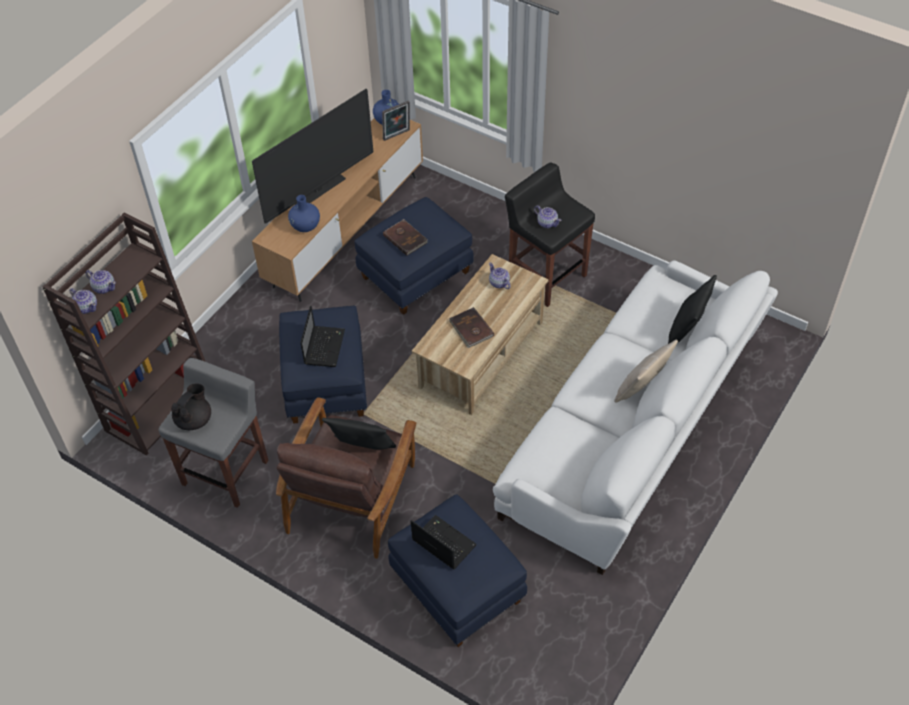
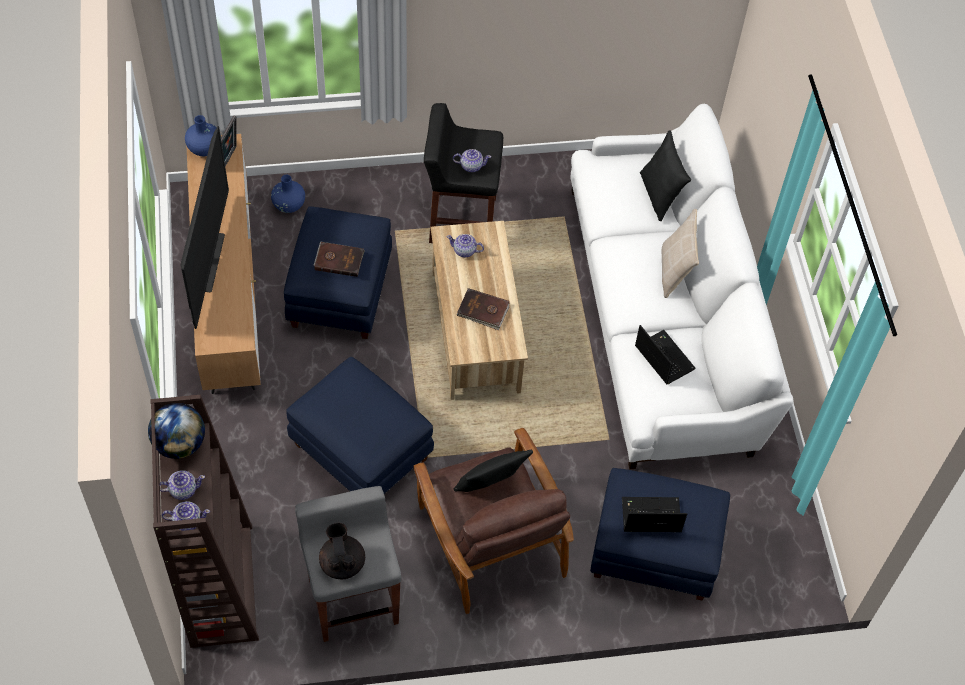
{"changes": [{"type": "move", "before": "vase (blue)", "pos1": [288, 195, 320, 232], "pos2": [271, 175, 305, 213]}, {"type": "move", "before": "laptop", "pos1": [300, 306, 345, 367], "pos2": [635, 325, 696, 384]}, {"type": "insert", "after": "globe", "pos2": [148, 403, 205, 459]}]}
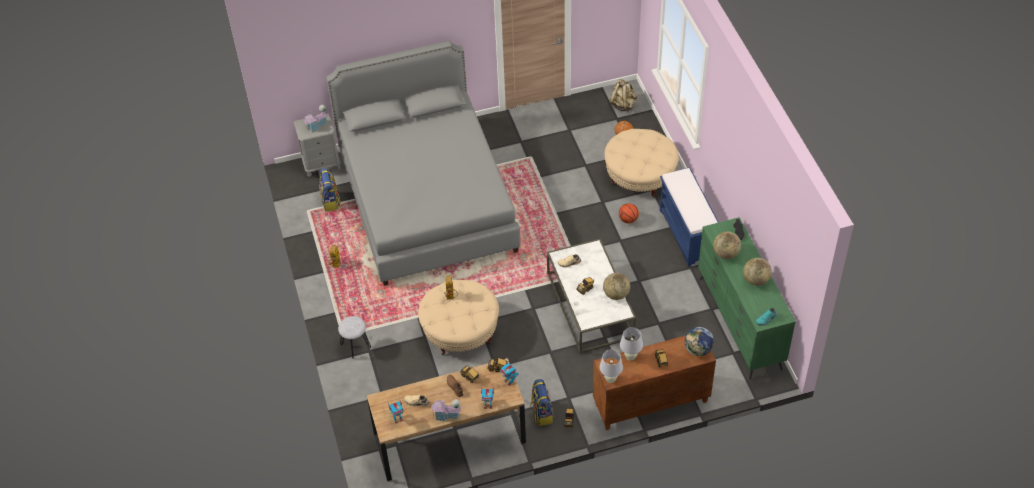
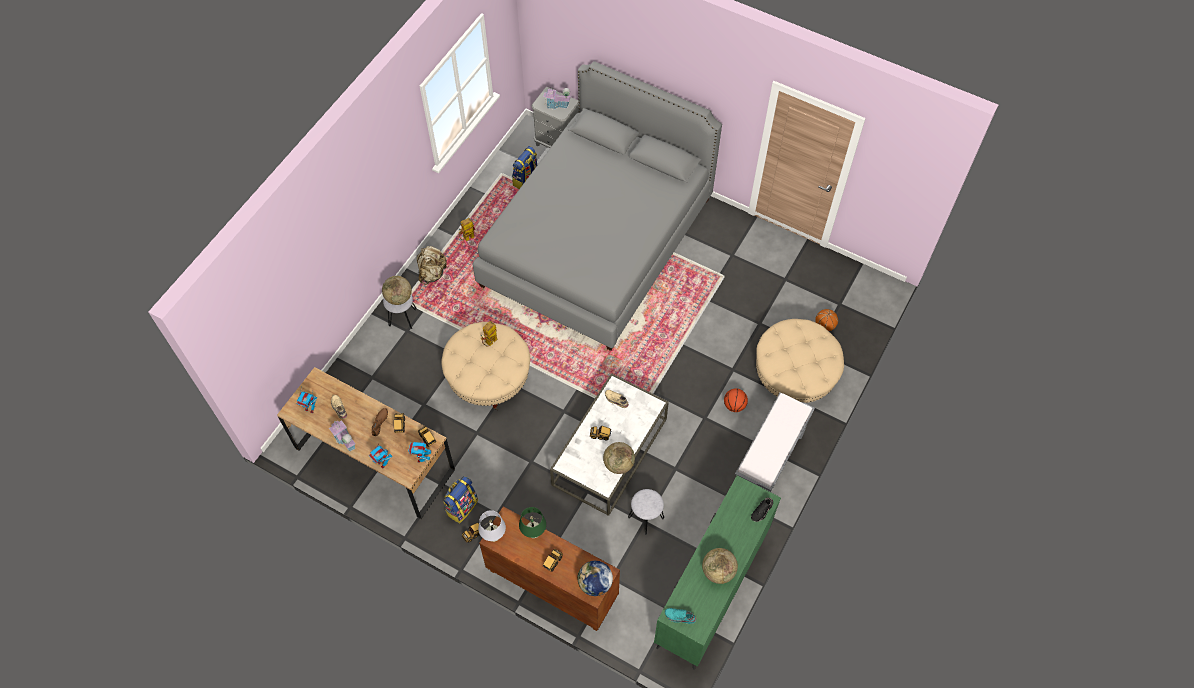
{"changes": [{"type": "move", "before": "backpack (beige)", "pos1": [609, 79, 637, 112], "pos2": [417, 246, 447, 285]}, {"type": "recolor", "before": "table lamp (white)", "after": "table lamp (green)", "pos1": [620, 327, 643, 361], "pos2": [519, 507, 546, 538]}, {"type": "recolor", "before": "bench (blue)", "after": "bench (grey)", "pos1": [660, 167, 719, 267], "pos2": [735, 392, 815, 492]}, {"type": "move", "before": "globe", "pos1": [713, 231, 741, 259], "pos2": [382, 276, 412, 305]}, {"type": "insert", "after": "stool (grey)", "pos2": [628, 489, 664, 535]}]}
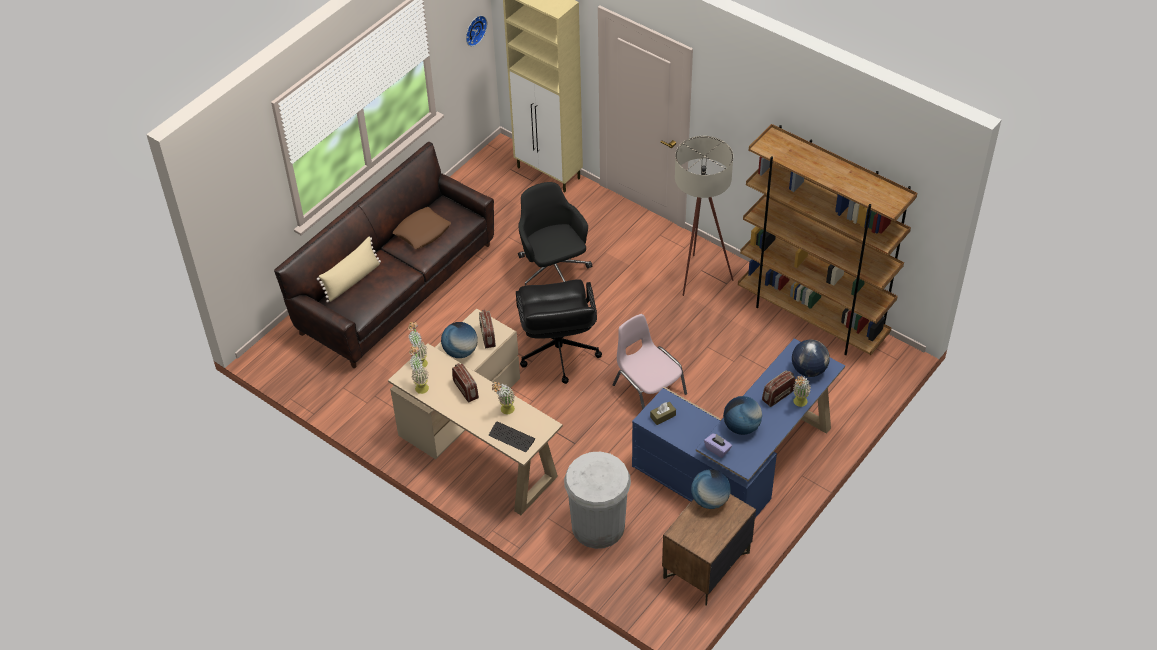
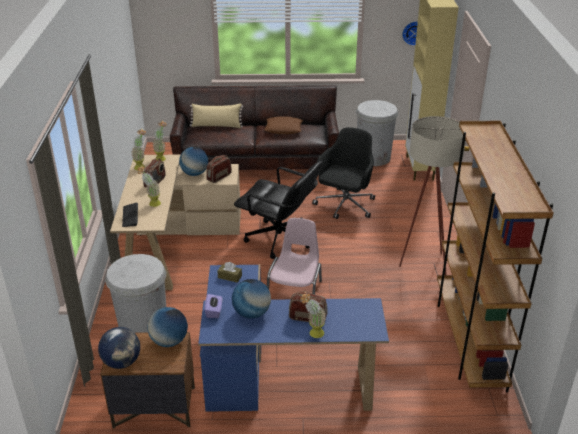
{"changes": [{"type": "rotate", "before": "office chair (black)", "pos1": [516, 280, 602, 384], "pos2": [234, 161, 323, 259], "turn": -105}, {"type": "move", "before": "globe", "pos1": [792, 339, 830, 377], "pos2": [98, 327, 140, 369]}, {"type": "insert", "after": "trash can (white)", "pos2": [356, 100, 398, 166]}]}
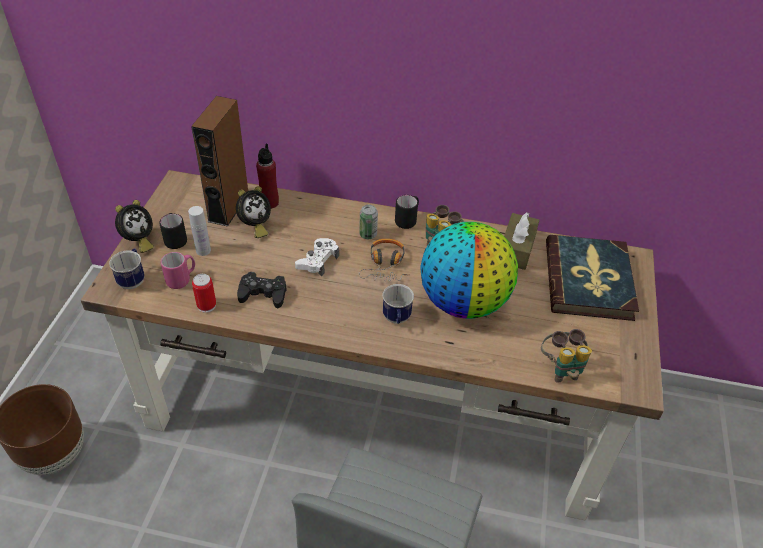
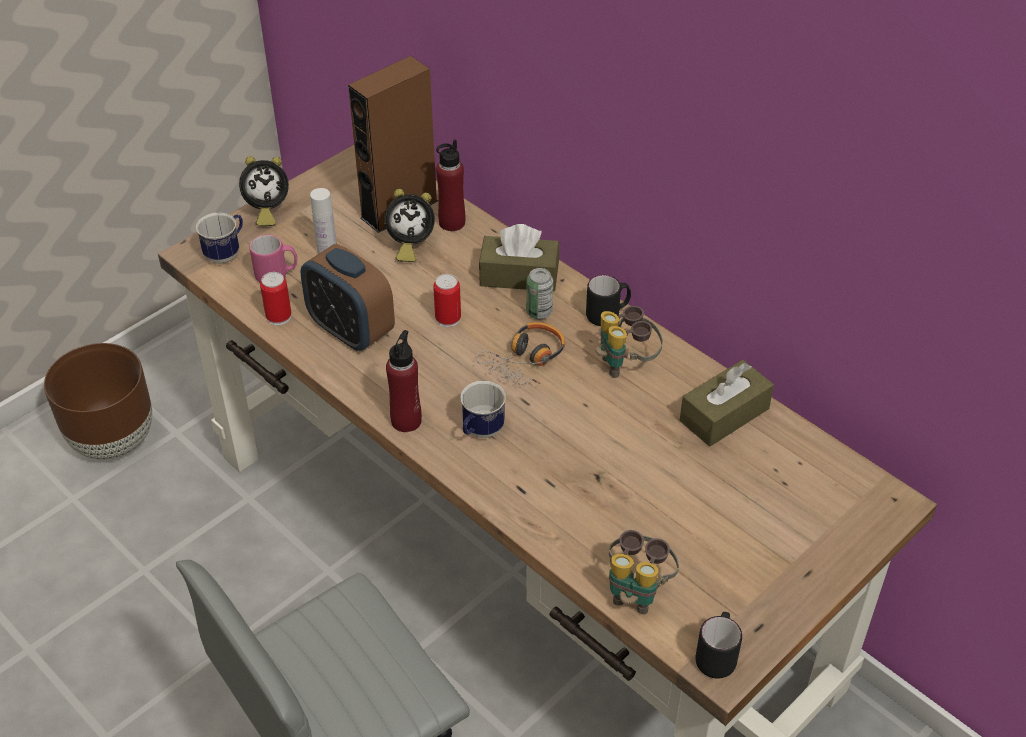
{"changes": [{"type": "move", "before": "mug (black)", "pos1": [159, 213, 187, 249], "pos2": [695, 612, 742, 678]}, {"type": "replace", "before": "game controller (black)", "after": "alarm clock", "pos1": [237, 272, 287, 308], "pos2": [301, 244, 395, 351]}, {"type": "replace", "before": "game controller (white)", "after": "can", "pos1": [295, 238, 339, 276], "pos2": [433, 274, 461, 327]}, {"type": "delete", "before": "globe", "pos1": [420, 222, 518, 319]}, {"type": "delete", "before": "book", "pos1": [546, 235, 639, 321]}, {"type": "insert", "after": "bottle (red)", "pos2": [386, 330, 422, 432]}, {"type": "insert", "after": "tissue box (brown)", "pos2": [479, 224, 560, 292]}]}
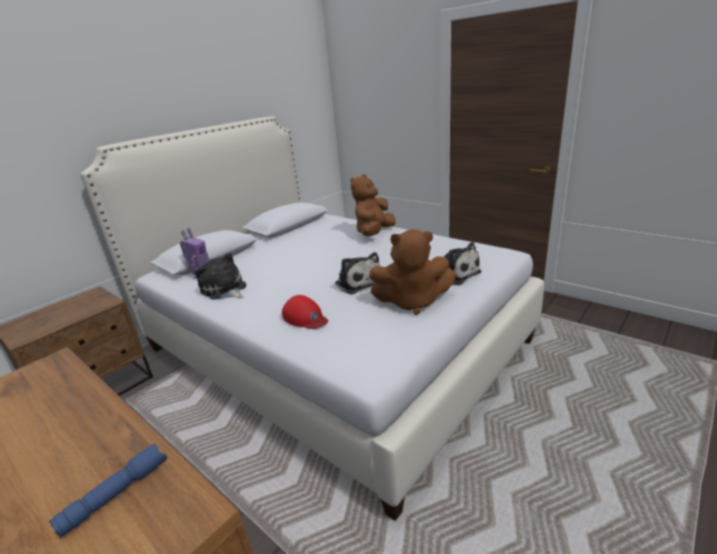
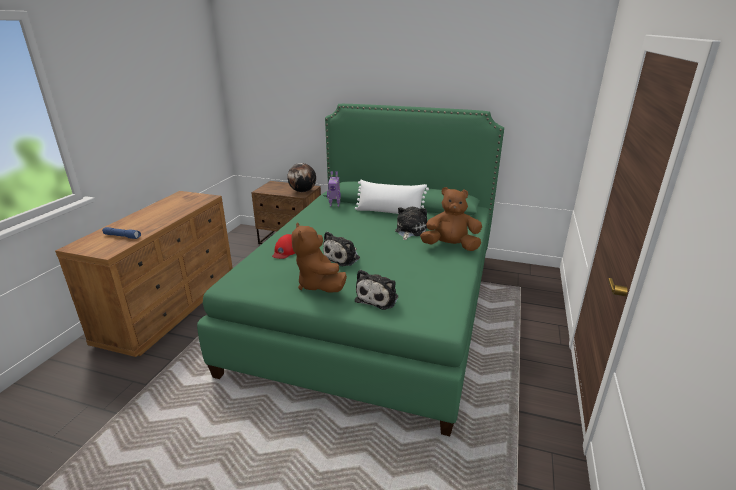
{"changes": [{"type": "recolor", "before": "bed (white)", "after": "bed (green)", "pos1": [80, 116, 544, 521], "pos2": [197, 104, 504, 436]}, {"type": "move", "before": "plush toy", "pos1": [196, 253, 246, 300], "pos2": [395, 207, 427, 240]}, {"type": "insert", "after": "globe", "pos2": [287, 163, 316, 192]}, {"type": "insert", "after": "pillow (white)", "pos2": [355, 180, 429, 214]}]}
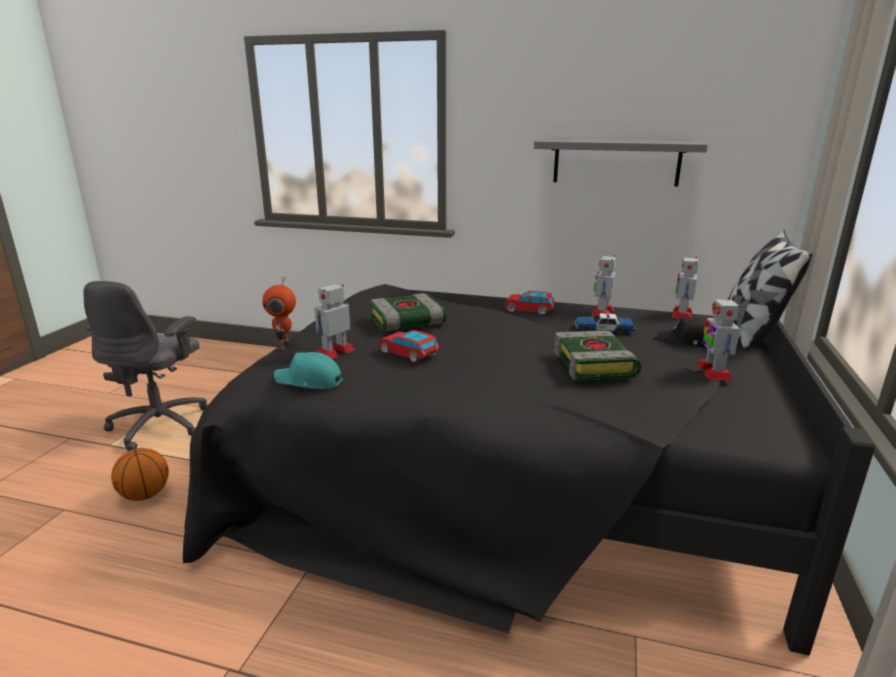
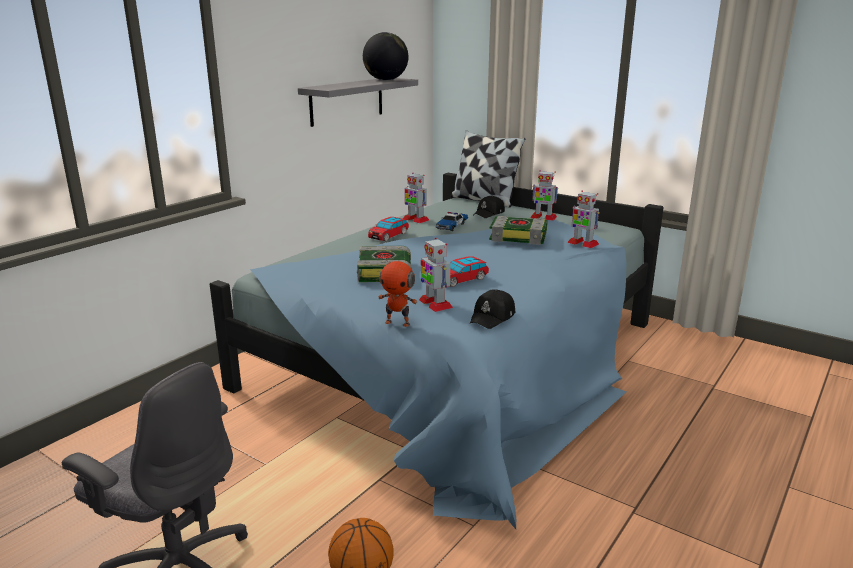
{"changes": [{"type": "recolor", "before": "bed (black)", "after": "bed (blue)", "pos1": [183, 284, 876, 655], "pos2": [210, 173, 664, 529]}, {"type": "recolor", "before": "cap (turquoise)", "after": "cap (black)", "pos1": [274, 352, 343, 389], "pos2": [470, 289, 515, 329]}, {"type": "move", "before": "toy robot", "pos1": [672, 257, 698, 319], "pos2": [567, 190, 600, 248]}, {"type": "insert", "after": "globe", "pos2": [363, 32, 408, 81]}]}
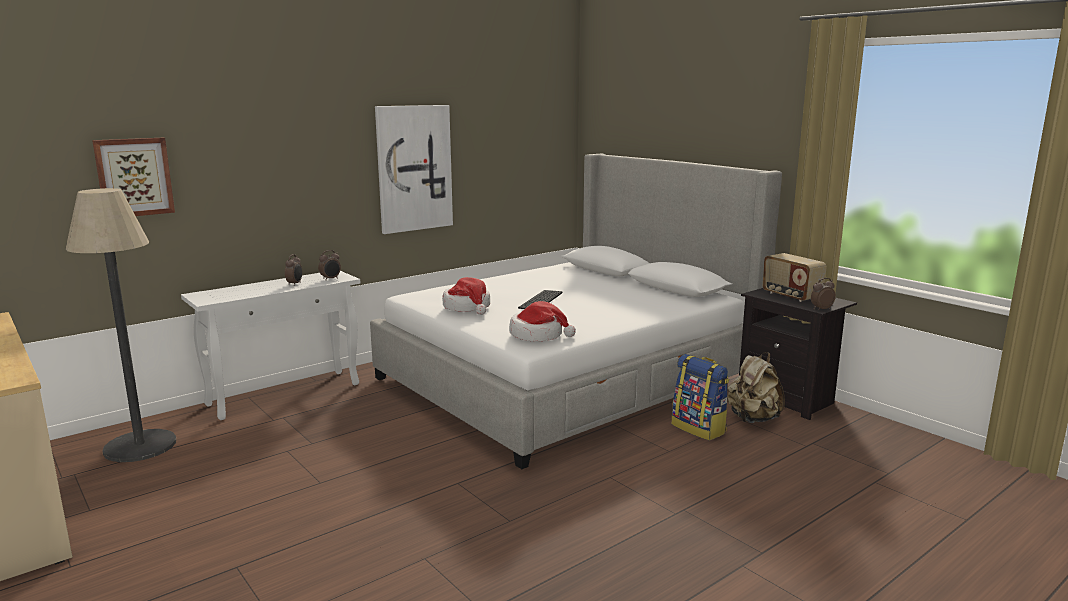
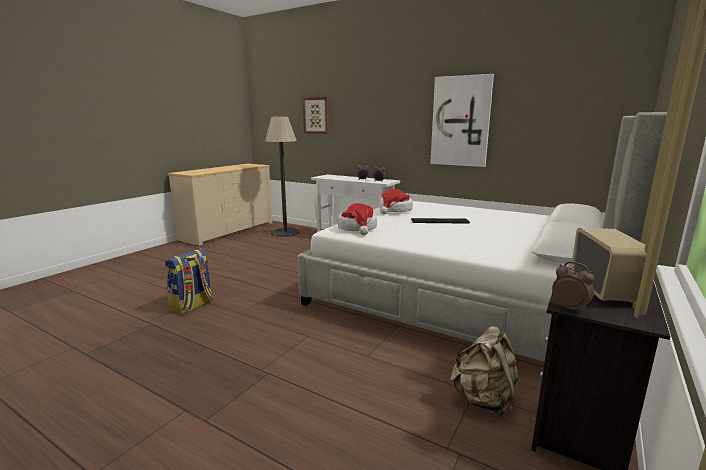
{"changes": [{"type": "move", "before": "backpack", "pos1": [672, 354, 729, 441], "pos2": [165, 249, 213, 314]}, {"type": "rotate", "before": "radio", "pos1": [763, 253, 827, 302], "pos2": [571, 228, 647, 302], "turn": 150}]}
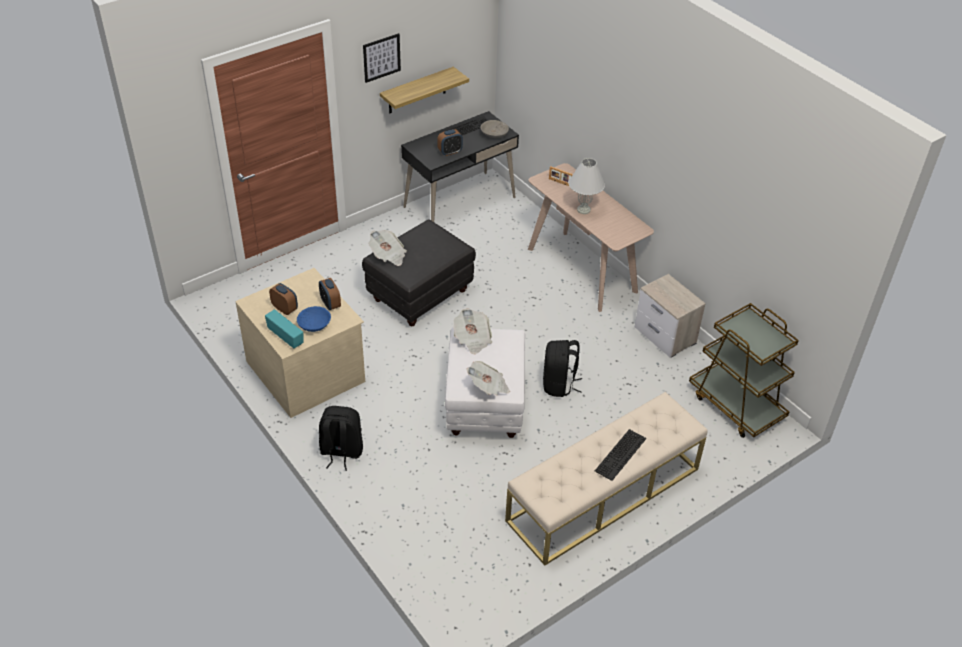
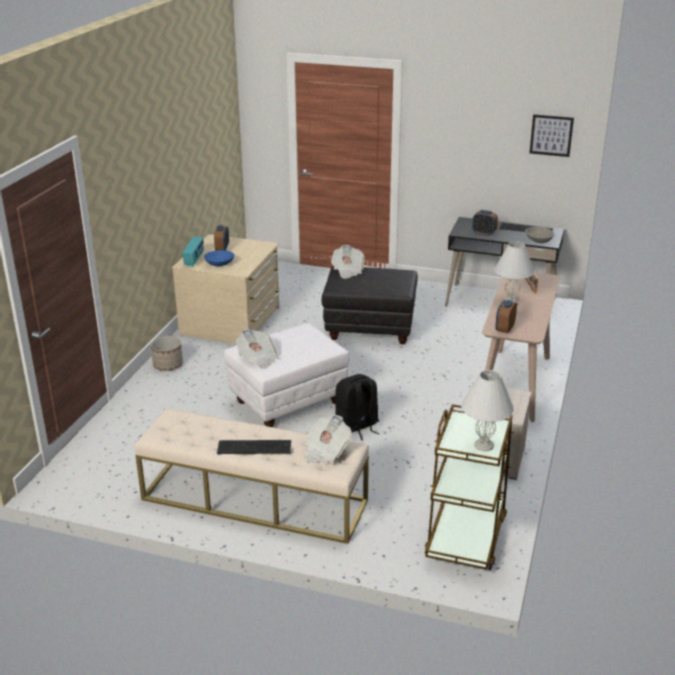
{"changes": [{"type": "move", "before": "alarm clock", "pos1": [319, 278, 341, 310], "pos2": [495, 300, 517, 333]}, {"type": "replace", "before": "backpack (black)", "after": "planter", "pos1": [319, 406, 363, 471], "pos2": [151, 336, 183, 371]}, {"type": "move", "before": "picture", "pos1": [363, 33, 401, 83], "pos2": [529, 114, 574, 157]}, {"type": "delete", "before": "shelf", "pos1": [380, 67, 469, 113]}, {"type": "move", "before": "newspaper", "pos1": [453, 308, 492, 354], "pos2": [304, 415, 352, 463]}, {"type": "insert", "after": "table lamp (white)", "pos2": [461, 370, 514, 451]}]}
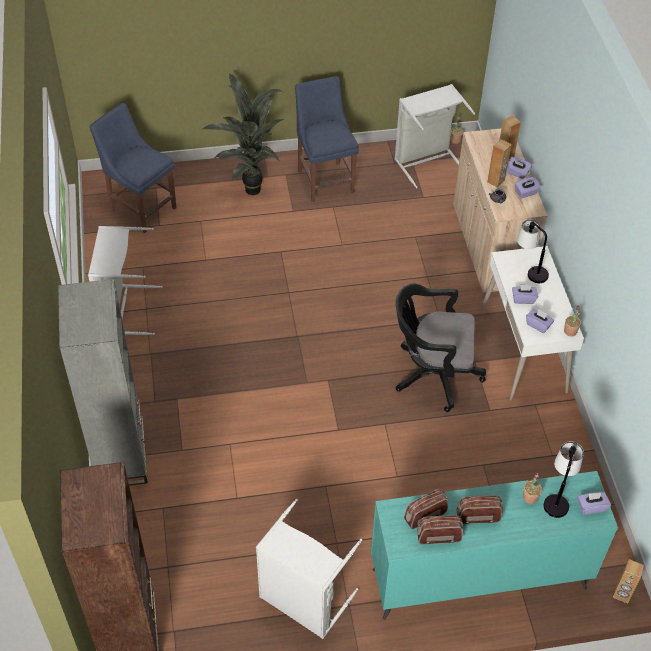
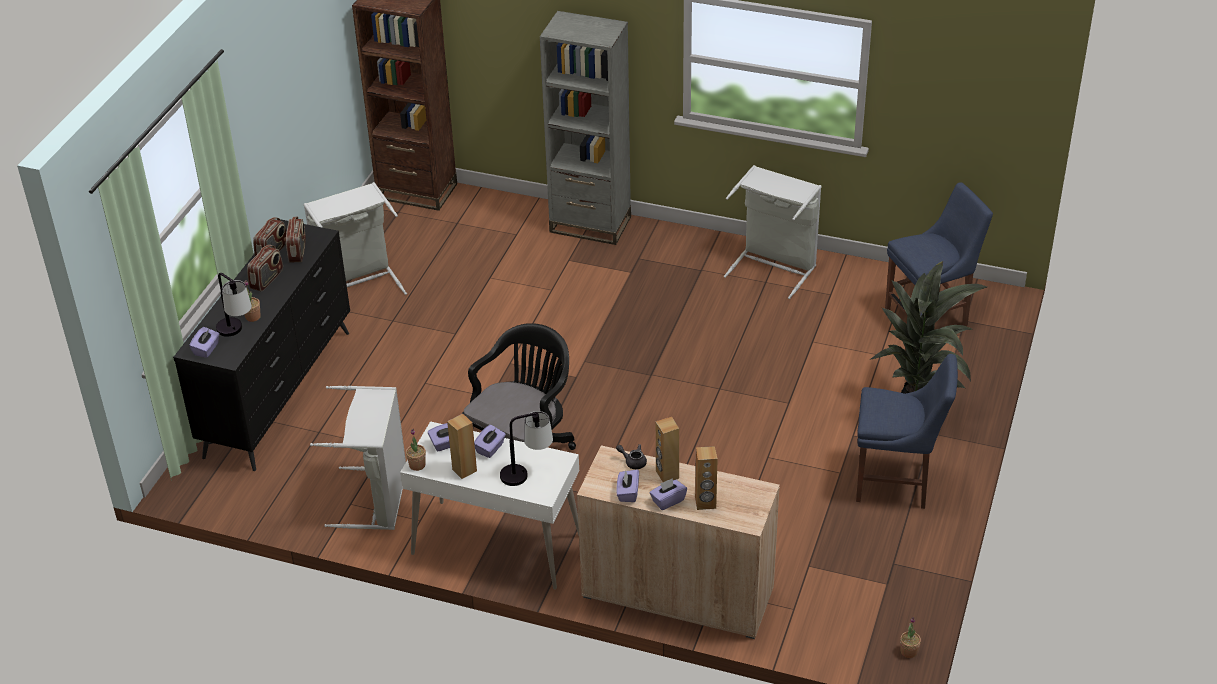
{"changes": [{"type": "recolor", "before": "dresser (turquoise)", "after": "dresser (black)", "pos1": [371, 471, 618, 620], "pos2": [173, 220, 350, 471]}, {"type": "move", "before": "laundry basket (grey)", "pos1": [394, 84, 475, 188], "pos2": [310, 385, 406, 530]}, {"type": "move", "before": "speaker (brown)", "pos1": [613, 559, 644, 603], "pos2": [447, 414, 477, 479]}]}
